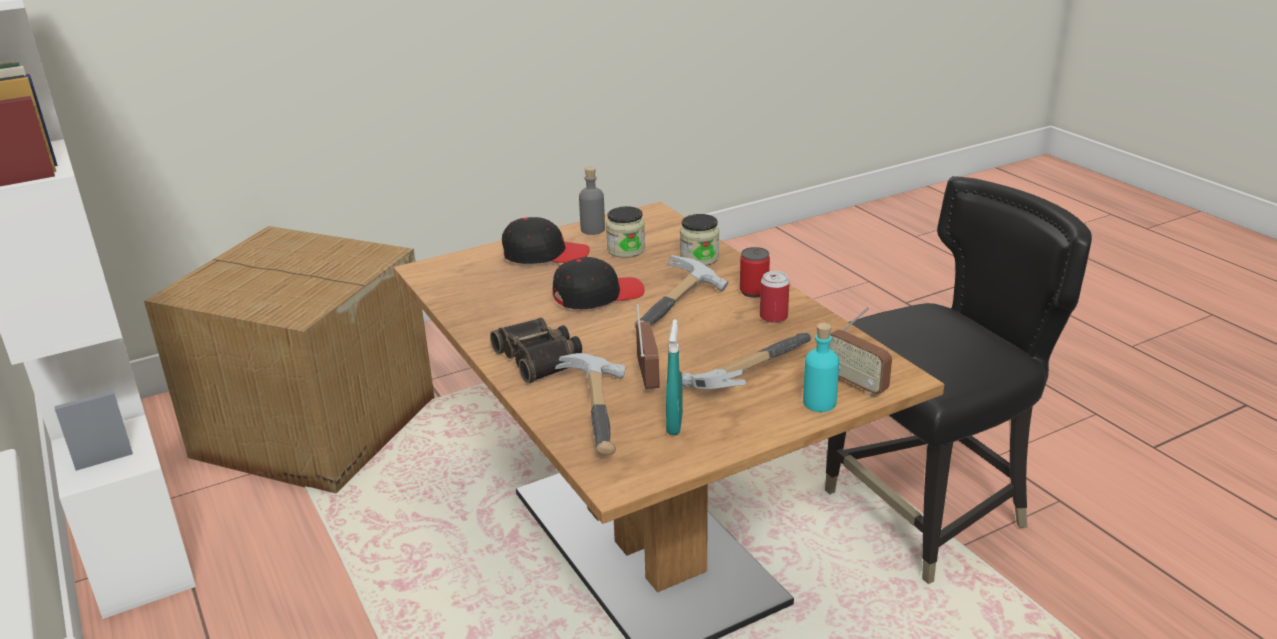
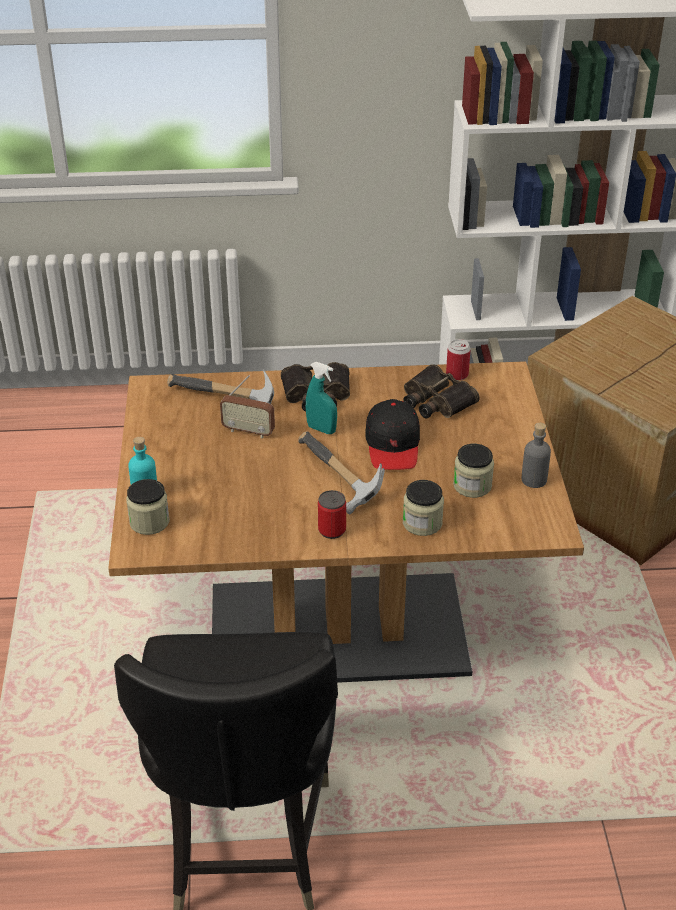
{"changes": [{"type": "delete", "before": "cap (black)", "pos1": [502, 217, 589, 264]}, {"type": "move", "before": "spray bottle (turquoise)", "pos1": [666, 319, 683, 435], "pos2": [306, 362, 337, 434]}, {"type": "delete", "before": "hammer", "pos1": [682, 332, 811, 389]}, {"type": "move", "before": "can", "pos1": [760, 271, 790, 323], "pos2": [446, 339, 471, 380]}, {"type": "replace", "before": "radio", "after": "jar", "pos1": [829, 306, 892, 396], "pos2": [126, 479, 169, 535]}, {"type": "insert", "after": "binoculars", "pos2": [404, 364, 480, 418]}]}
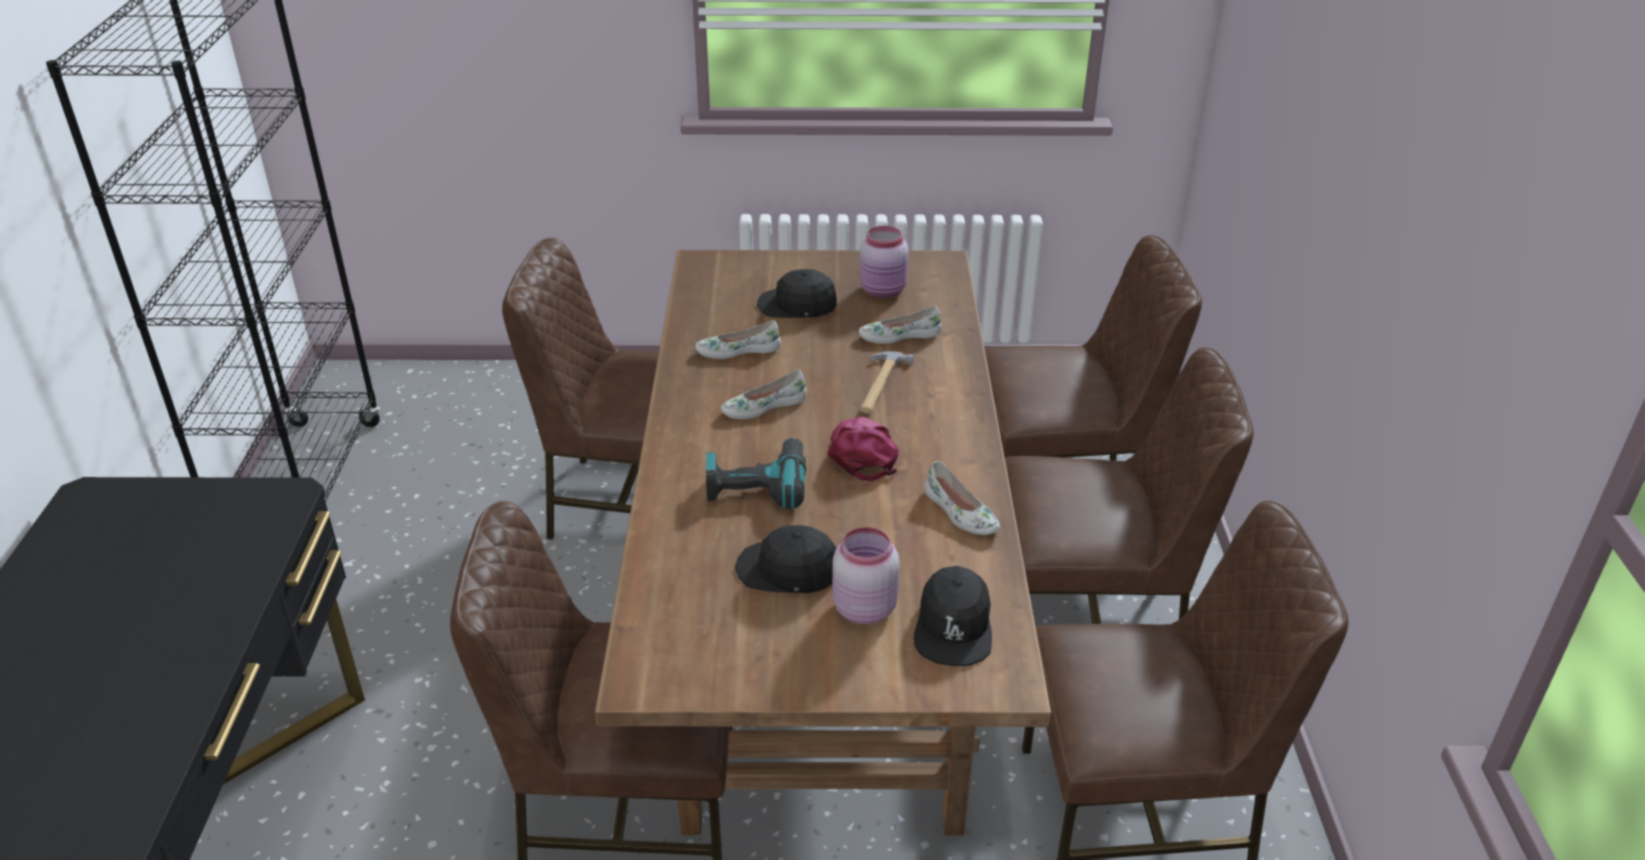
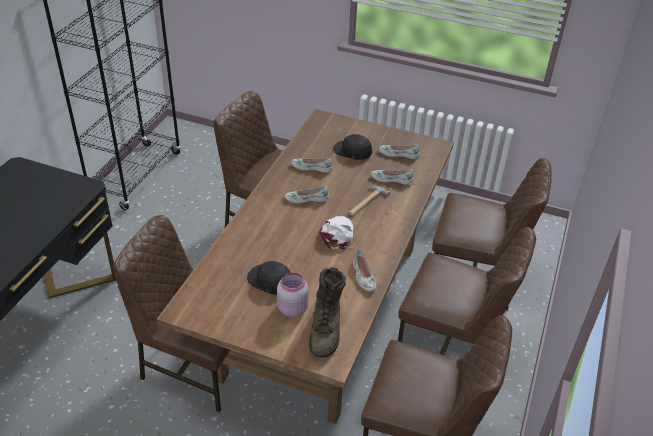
{"changes": [{"type": "delete", "before": "power drill", "pos1": [706, 437, 806, 510]}, {"type": "recolor", "before": "cap (pink)", "after": "cap (white)", "pos1": [828, 417, 899, 481], "pos2": [319, 216, 354, 250]}, {"type": "replace", "before": "jar (pink)", "after": "shoe (white)", "pos1": [859, 226, 909, 298], "pos2": [379, 144, 419, 159]}, {"type": "replace", "before": "cap (black)", "after": "boot (brown)", "pos1": [914, 566, 992, 666], "pos2": [309, 267, 346, 358]}]}
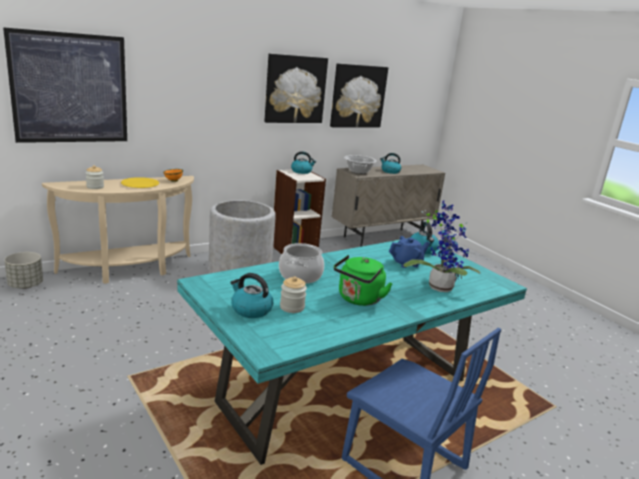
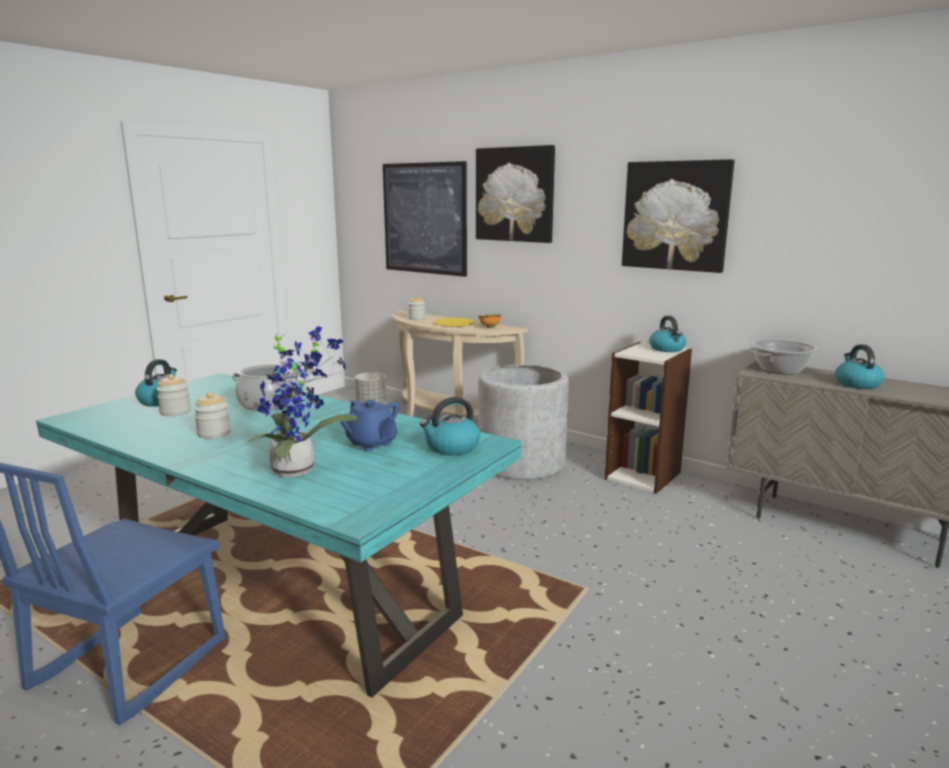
{"changes": [{"type": "move", "before": "picture", "pos1": [330, 63, 388, 127], "pos2": [476, 145, 555, 243]}, {"type": "replace", "before": "kettle (green)", "after": "jar", "pos1": [334, 255, 393, 306], "pos2": [194, 392, 231, 439]}]}
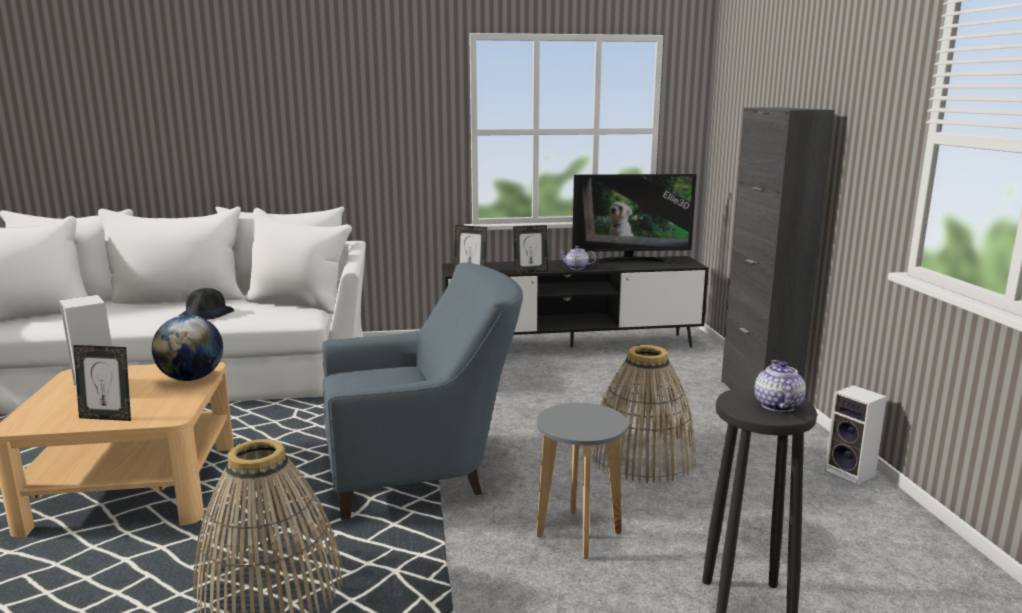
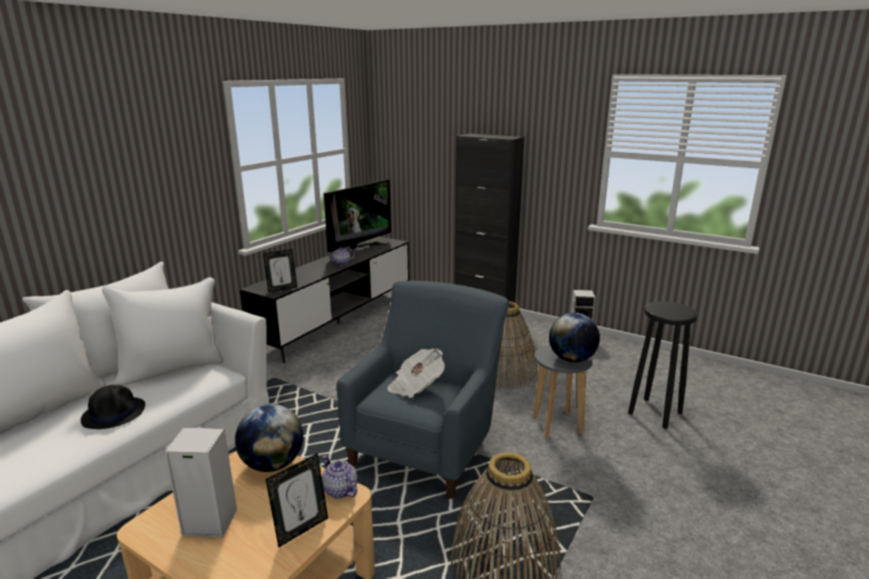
{"changes": [{"type": "delete", "before": "picture frame", "pos1": [513, 225, 548, 273]}, {"type": "move", "before": "teapot", "pos1": [755, 360, 806, 412], "pos2": [322, 455, 357, 499]}, {"type": "insert", "after": "newspaper", "pos2": [387, 349, 445, 398]}, {"type": "insert", "after": "globe", "pos2": [549, 313, 600, 362]}]}
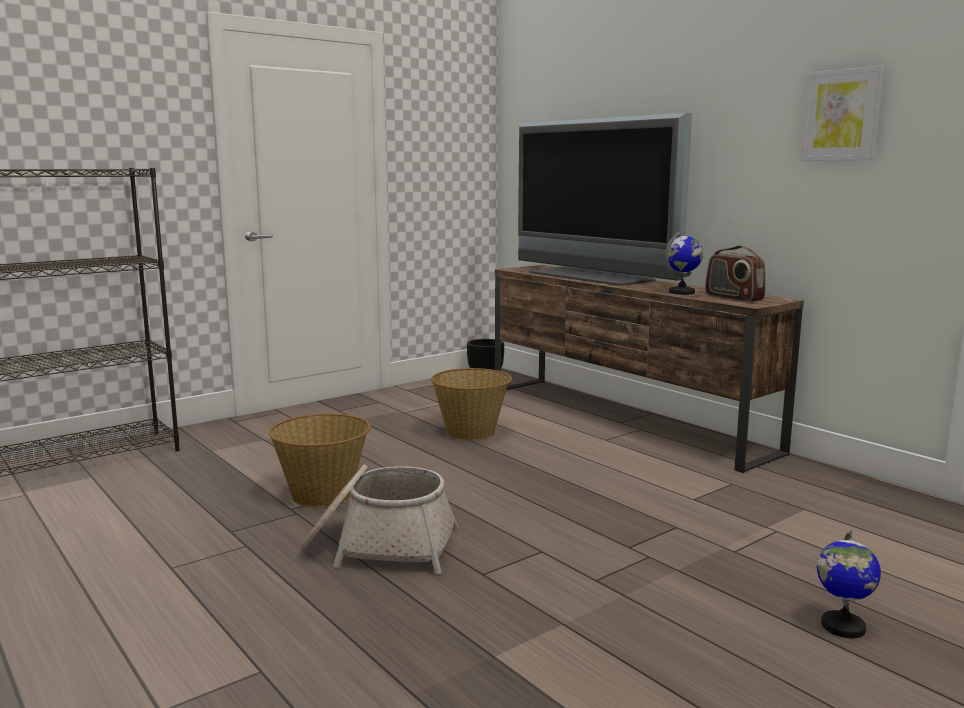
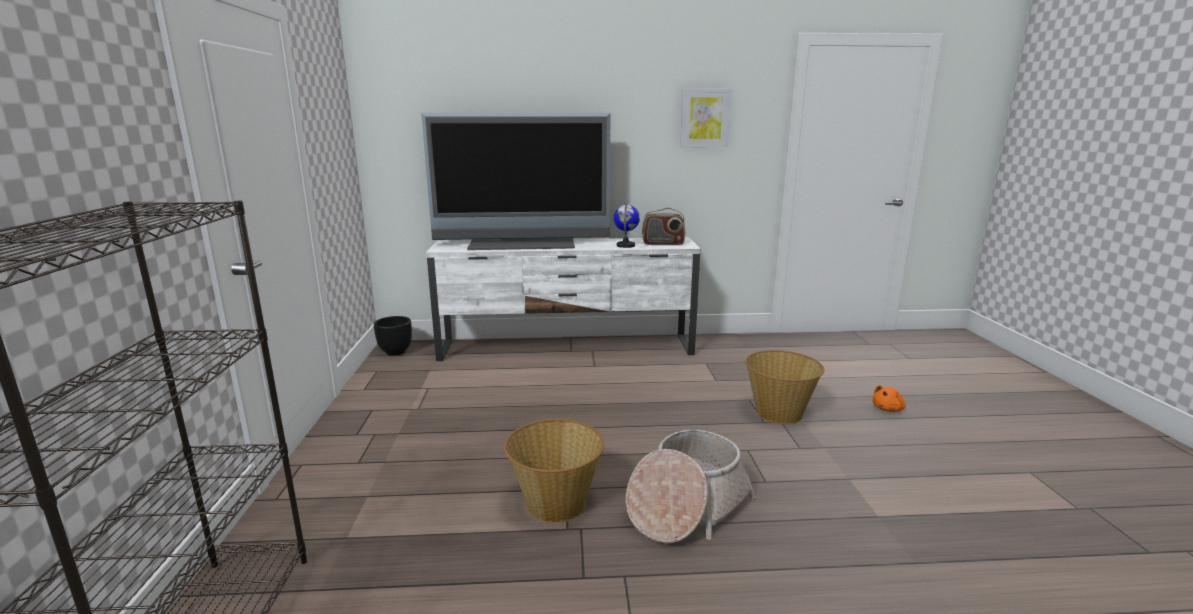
{"changes": [{"type": "move", "before": "basket", "pos1": [431, 368, 512, 441], "pos2": [745, 350, 825, 424]}, {"type": "recolor", "before": "tv stand (brown)", "after": "tv stand (white)", "pos1": [495, 265, 804, 473], "pos2": [426, 237, 701, 361]}, {"type": "replace", "before": "globe", "after": "plush toy (orange)", "pos1": [817, 530, 881, 638], "pos2": [872, 385, 906, 412]}]}
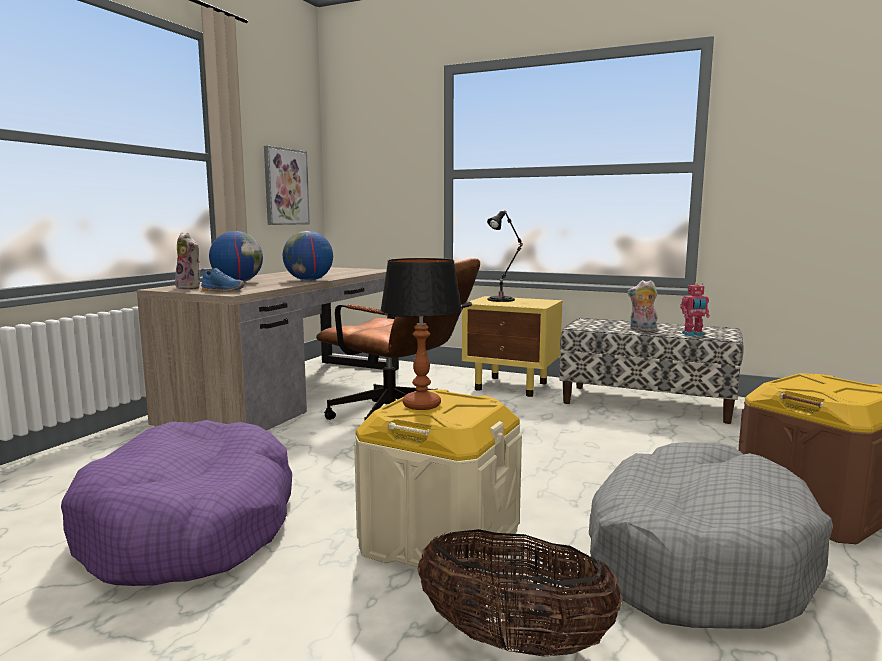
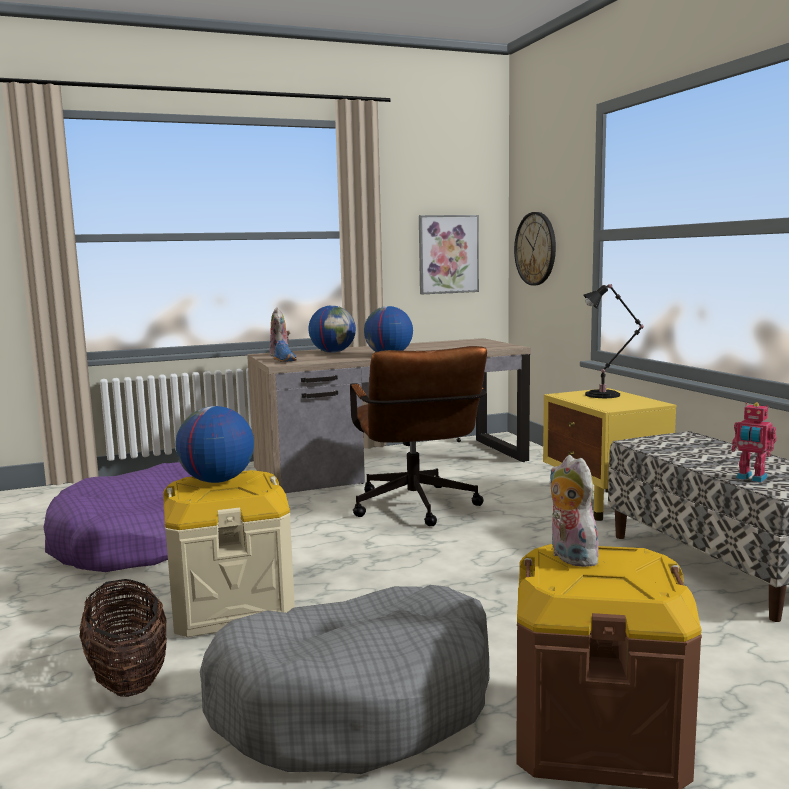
{"changes": [{"type": "replace", "before": "table lamp", "after": "globe", "pos1": [380, 258, 462, 410], "pos2": [176, 406, 254, 483]}, {"type": "move", "before": "plush toy", "pos1": [627, 280, 659, 331], "pos2": [549, 455, 599, 567]}, {"type": "insert", "after": "wall clock", "pos2": [514, 212, 556, 286]}]}
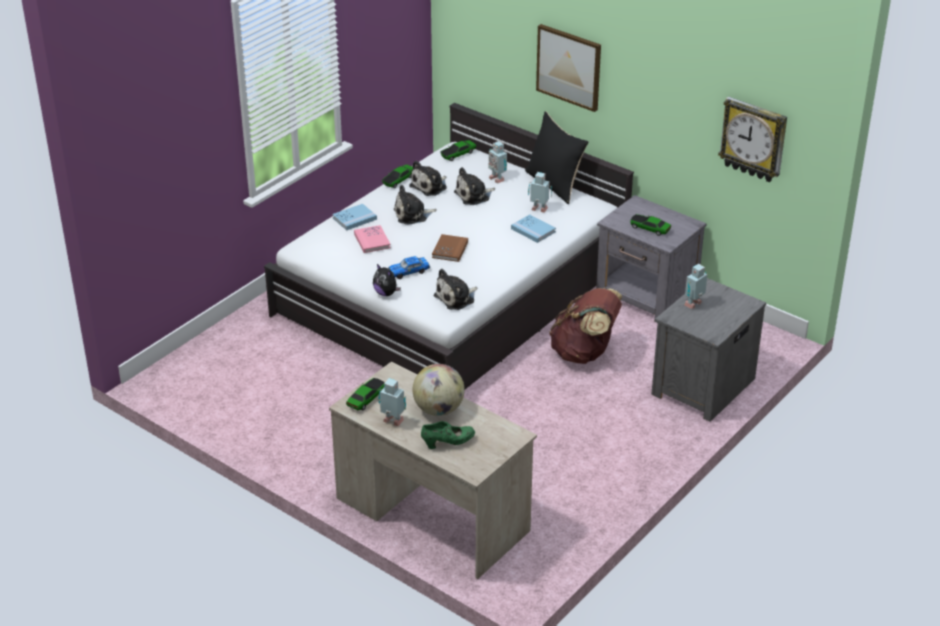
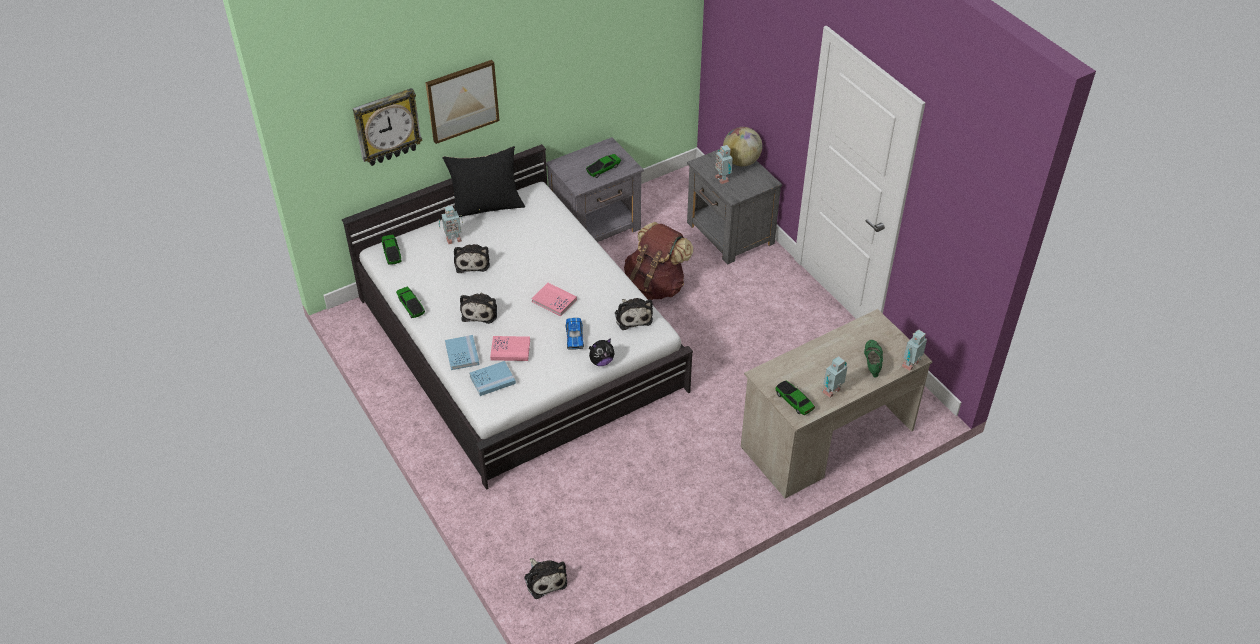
{"changes": [{"type": "move", "before": "plush toy", "pos1": [409, 161, 447, 196], "pos2": [524, 558, 567, 599]}, {"type": "move", "before": "globe", "pos1": [413, 364, 465, 416], "pos2": [723, 127, 762, 166]}, {"type": "recolor", "before": "book (brown)", "after": "book (pink)", "pos1": [432, 234, 468, 262], "pos2": [532, 283, 577, 316]}, {"type": "move", "before": "book (blue)", "pos1": [511, 214, 556, 243], "pos2": [469, 361, 516, 396]}, {"type": "move", "before": "toy robot", "pos1": [528, 172, 552, 213], "pos2": [902, 330, 927, 371]}, {"type": "move", "before": "wall clock", "pos1": [718, 97, 787, 182], "pos2": [353, 88, 423, 166]}]}
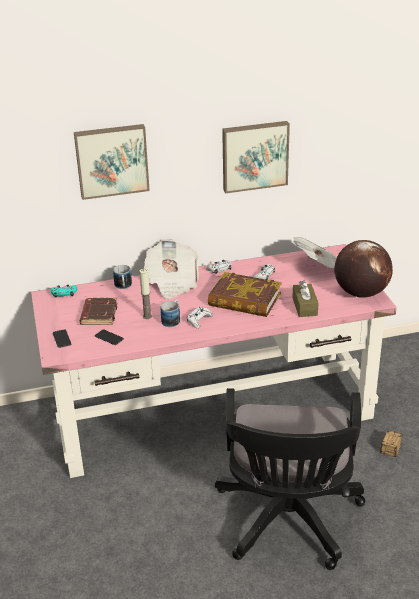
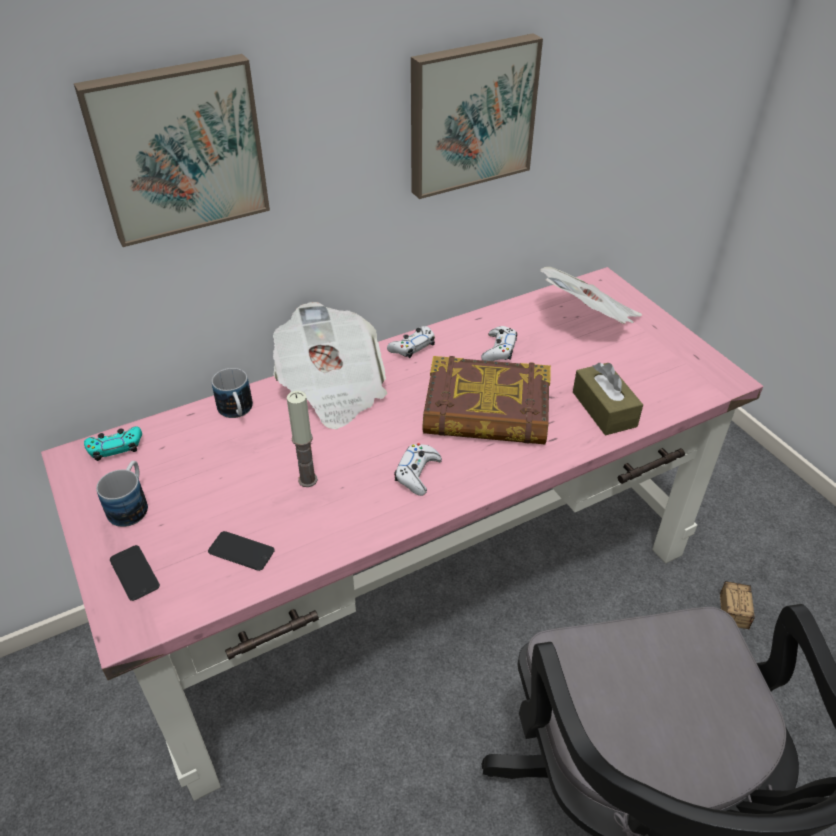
{"changes": [{"type": "delete", "before": "book (brown)", "pos1": [80, 298, 117, 325]}, {"type": "move", "before": "mug", "pos1": [161, 299, 180, 327], "pos2": [96, 461, 148, 527]}, {"type": "delete", "before": "globe", "pos1": [334, 240, 393, 298]}]}
